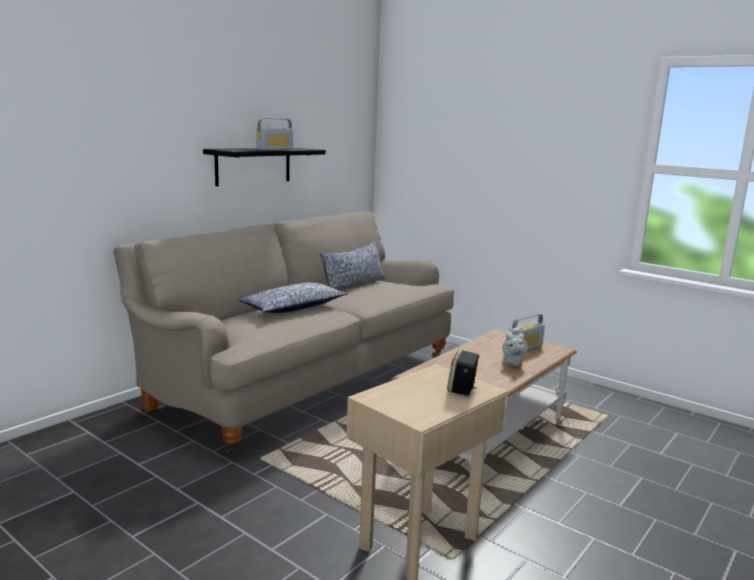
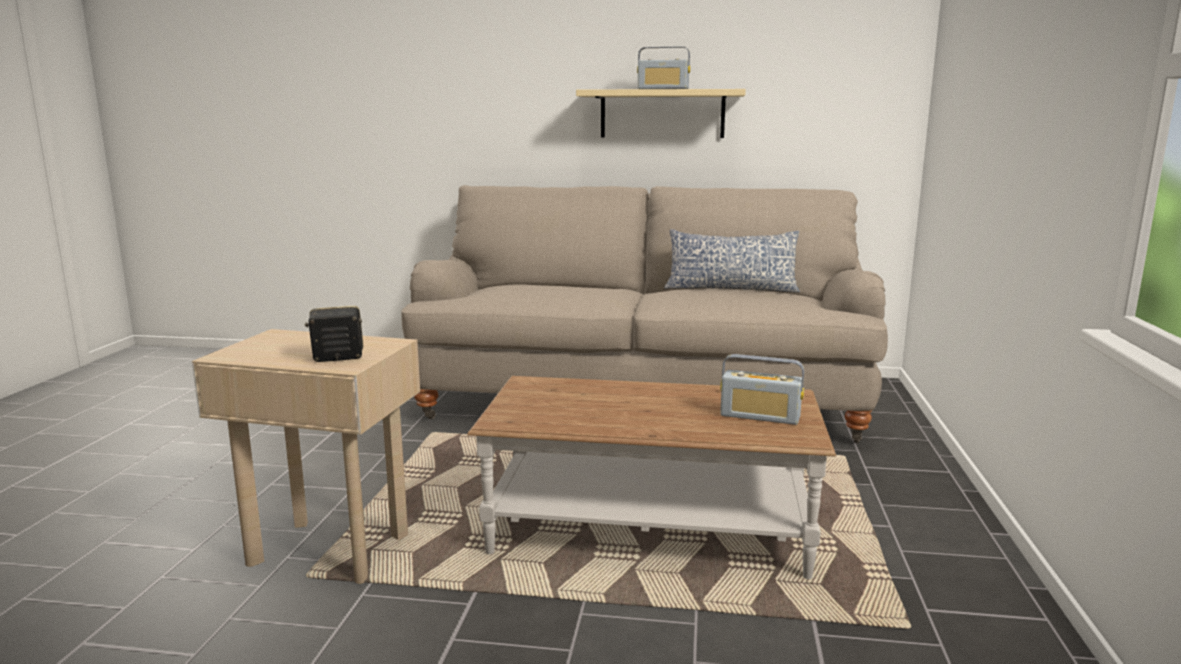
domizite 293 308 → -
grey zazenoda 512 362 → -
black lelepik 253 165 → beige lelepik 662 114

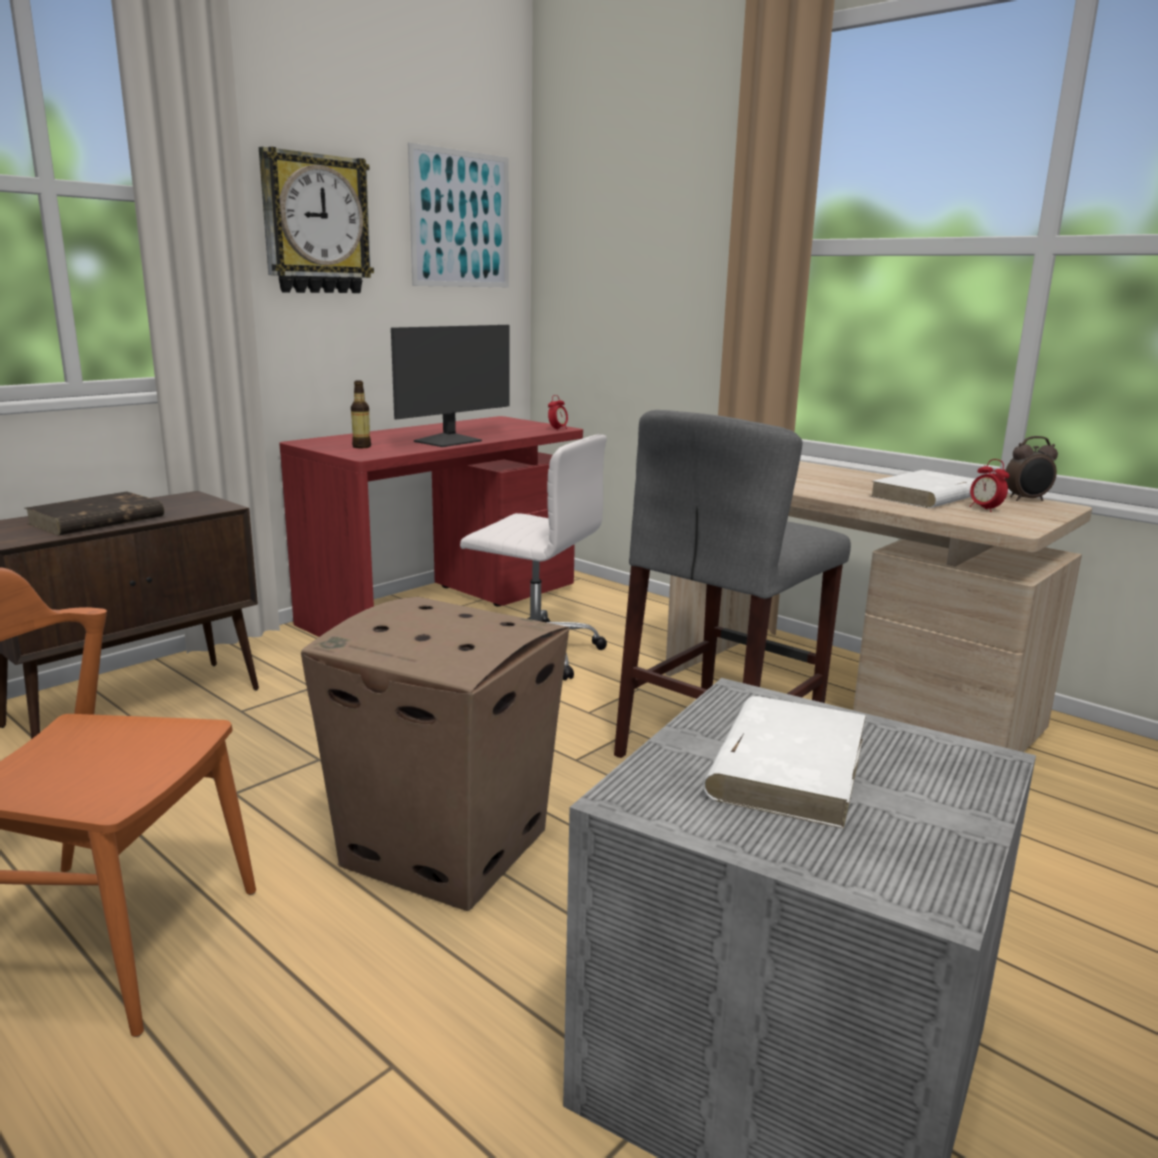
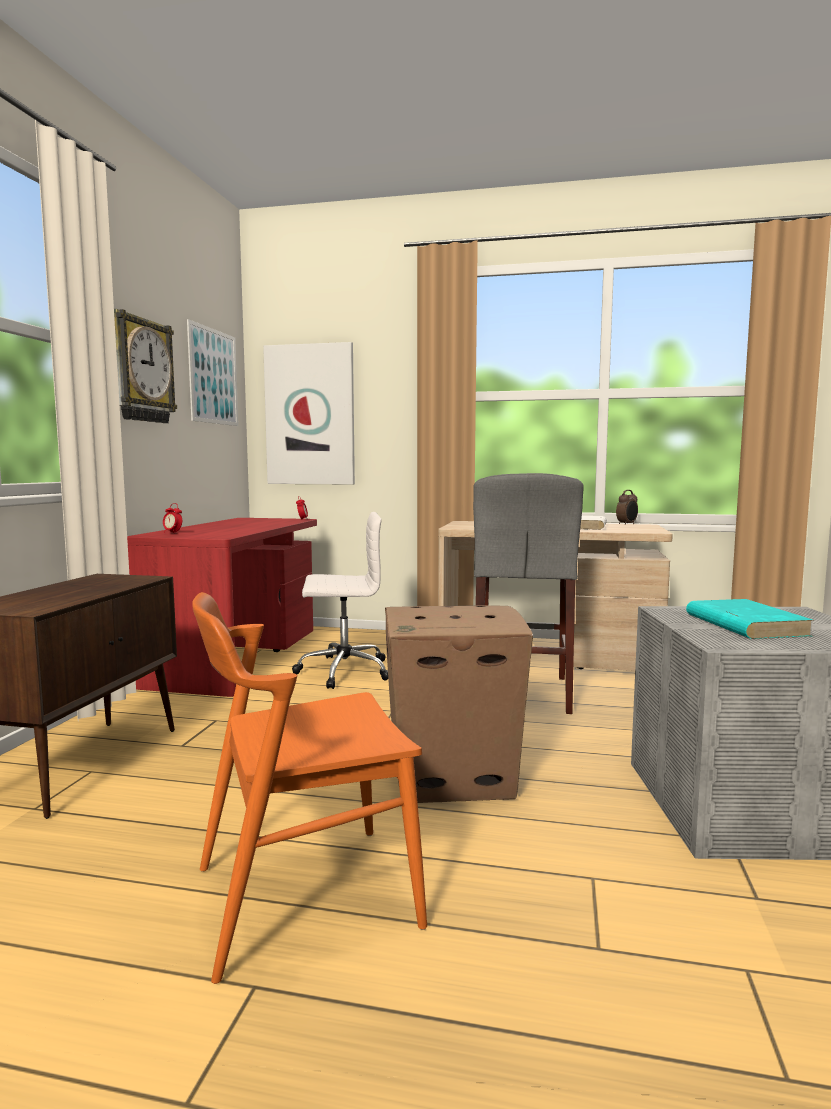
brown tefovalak 96 520 → -
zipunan 361 447 → -
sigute 449 441 → -
- → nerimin 310 415
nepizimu 985 509 → nepizimu 173 533, shifted
white tefovalak 788 766 → turquoise tefovalak 744 625

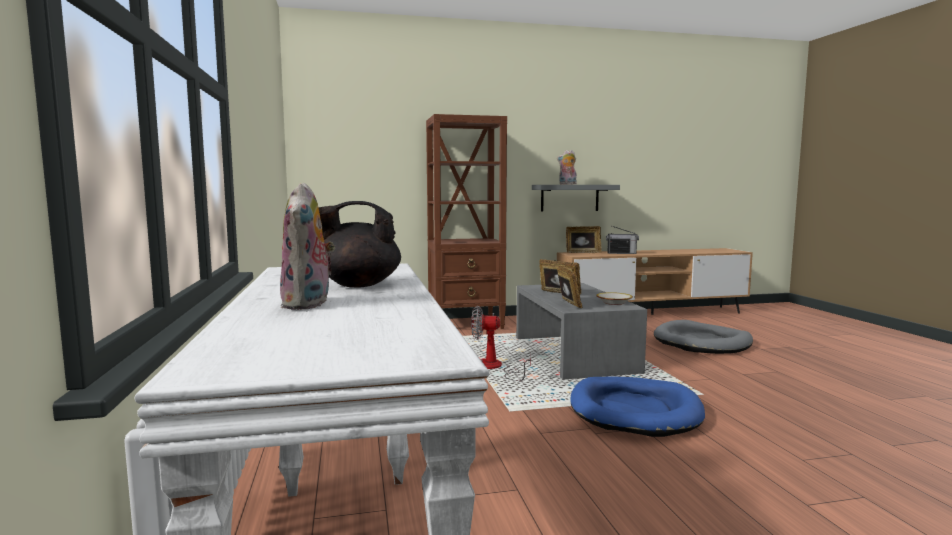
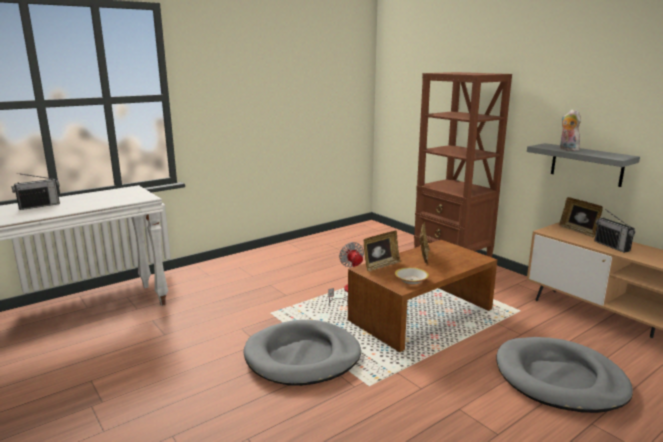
black zazenoda 356 284 → -
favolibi 309 304 → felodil 39 206
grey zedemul 572 354 → brown zedemul 420 314
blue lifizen 634 411 → grey lifizen 303 356

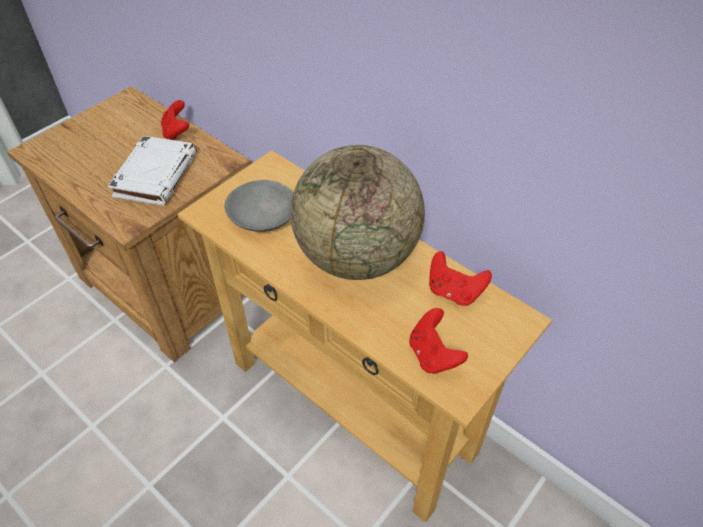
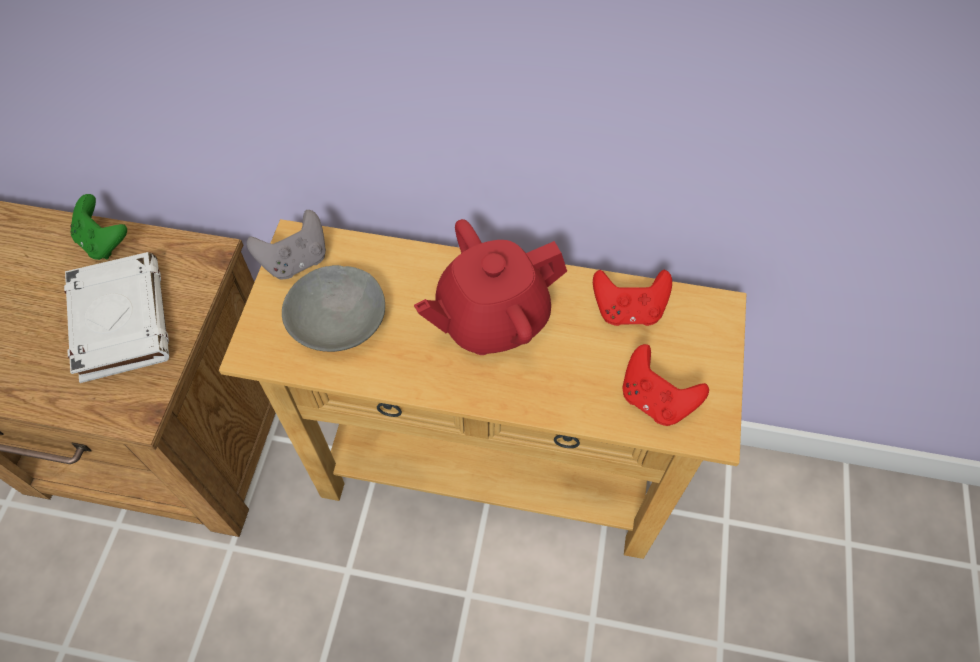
- → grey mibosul 296 261
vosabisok 357 256 → red zazenoda 491 318
red mibosul 177 132 → green mibosul 104 242

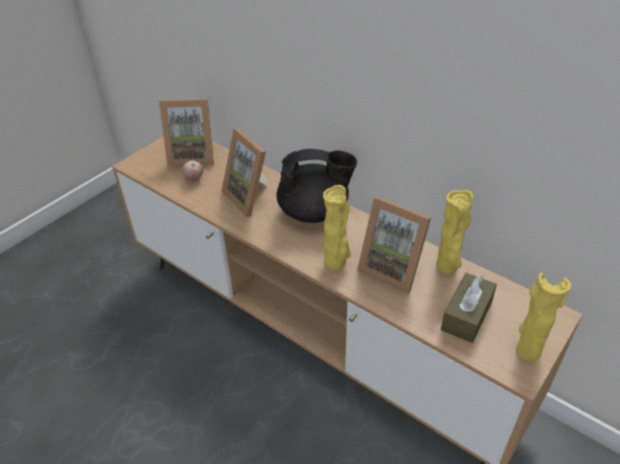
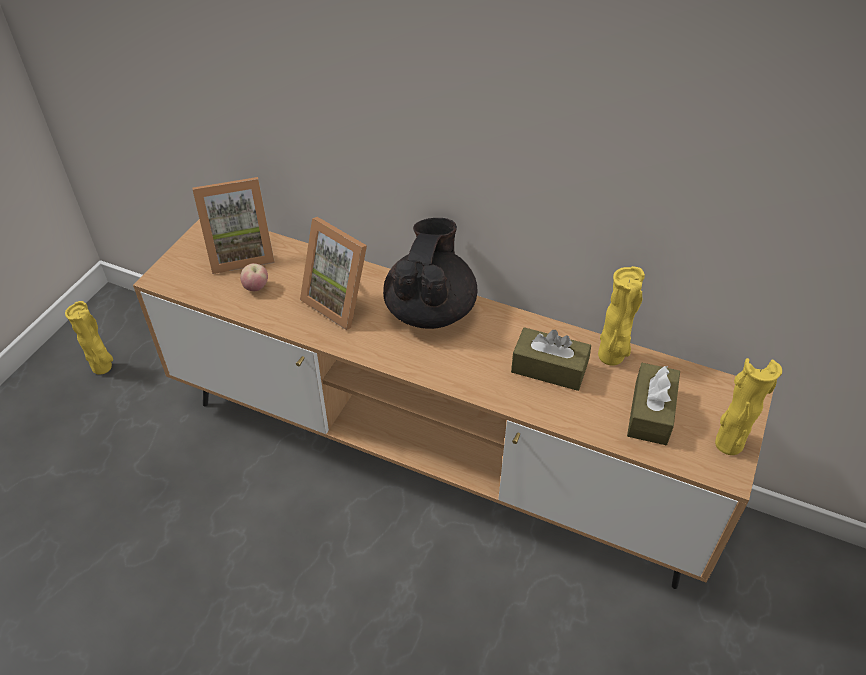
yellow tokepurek 336 263 → yellow tokepurek 103 368, shifted
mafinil 393 268 → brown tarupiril 549 368
black zazenoda 314 212 → black zazenoda 430 310, 60 degrees counterclockwise

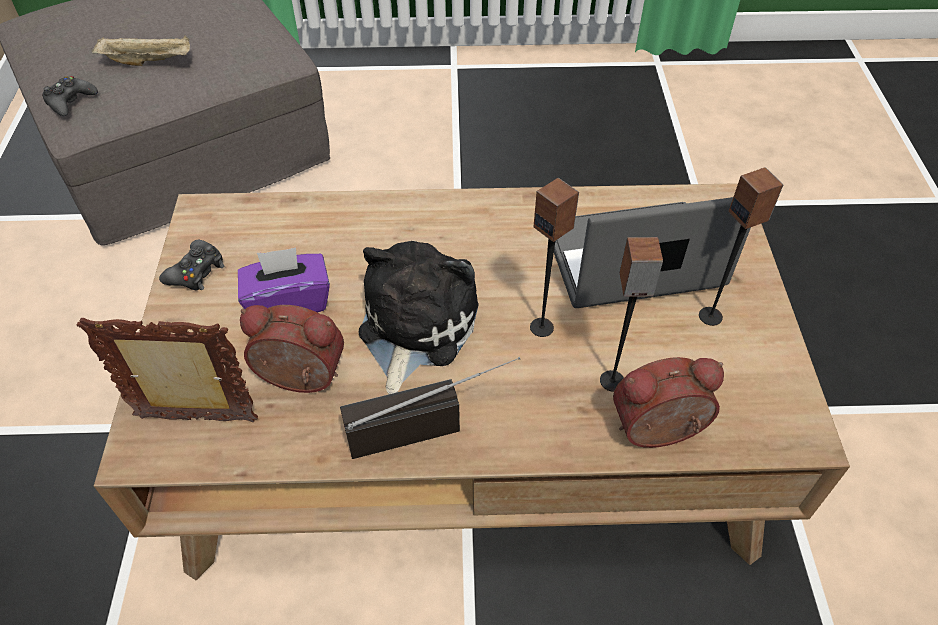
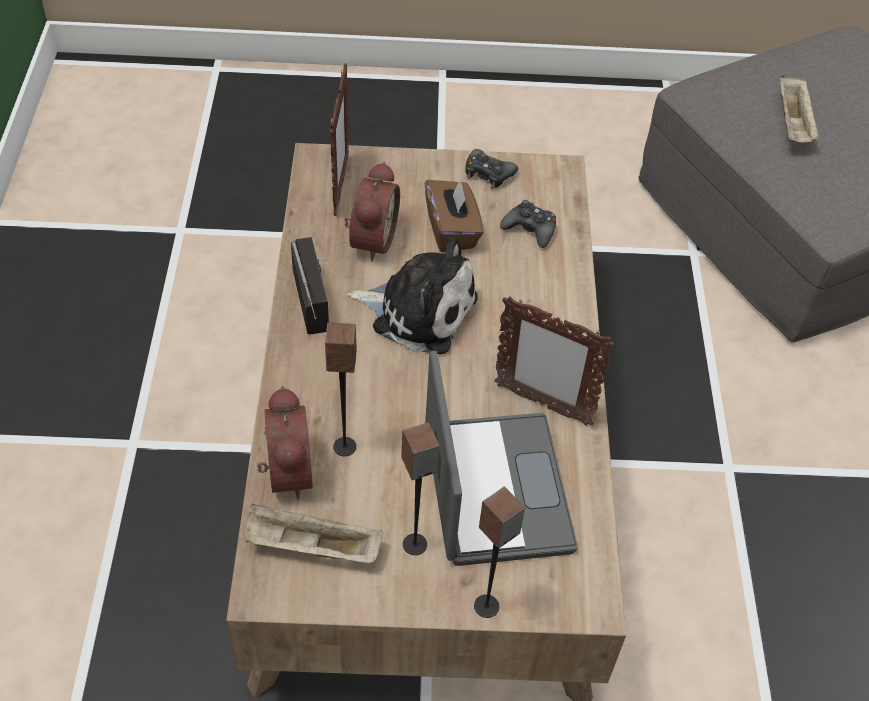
- → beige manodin 311 547
- → mafinil 541 404
black mibosul 70 101 → black mibosul 530 229, shifted
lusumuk 542 327 → lusumuk 487 606, shifted
purple tarupiril 289 302 → brown tarupiril 452 230

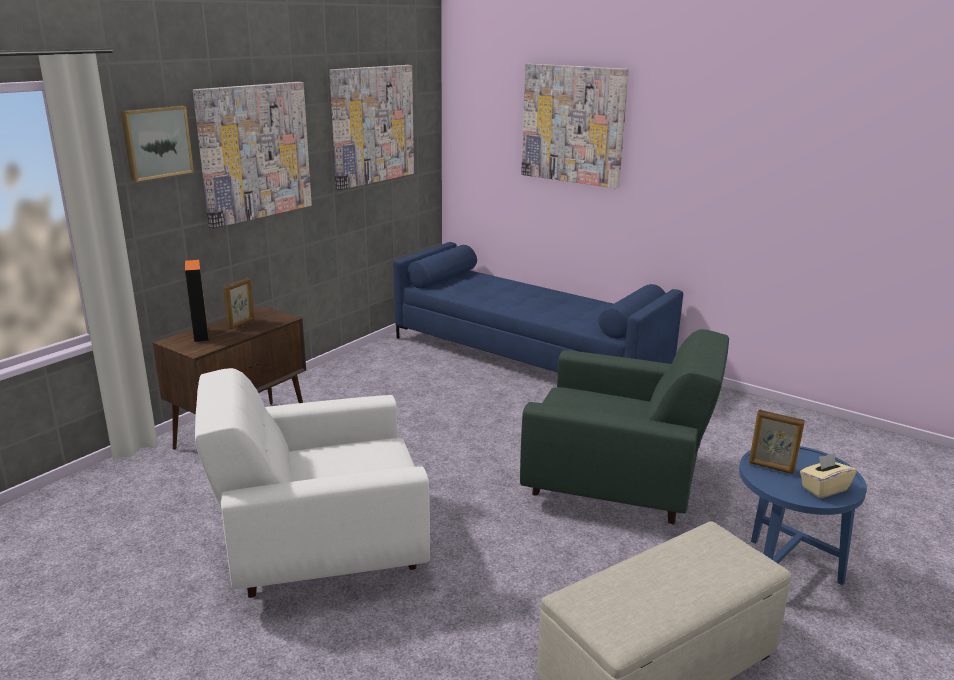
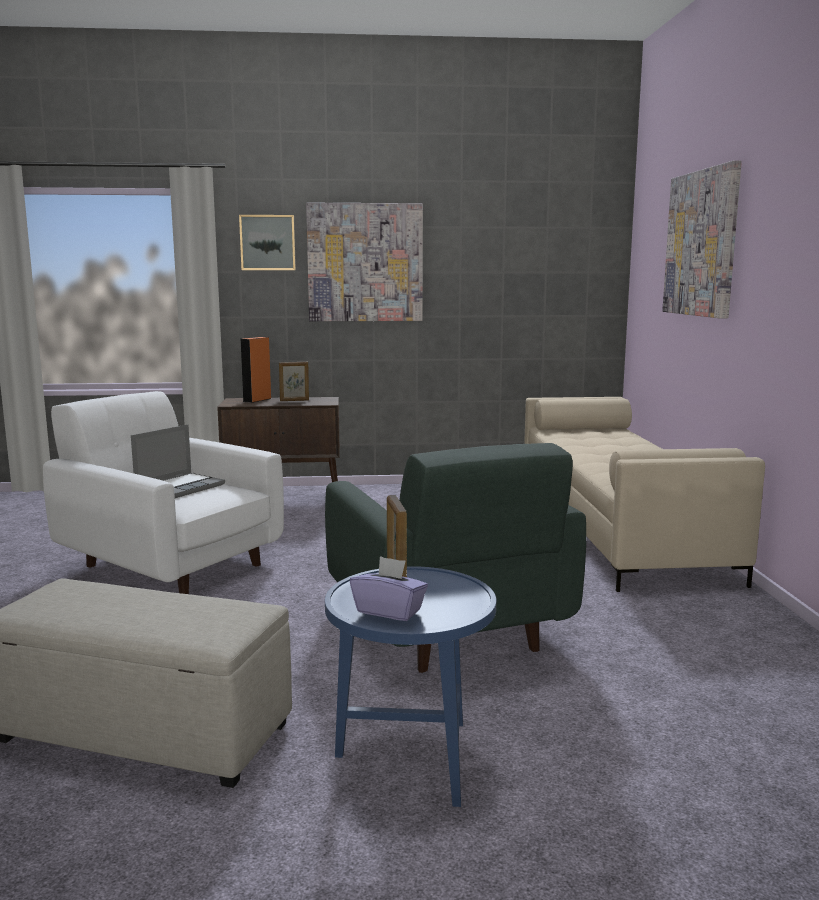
nerimin 372 125 → -
- → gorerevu 180 487
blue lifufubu 529 356 → beige lifufubu 617 526
beige tarupiril 824 488 → purple tarupiril 389 611

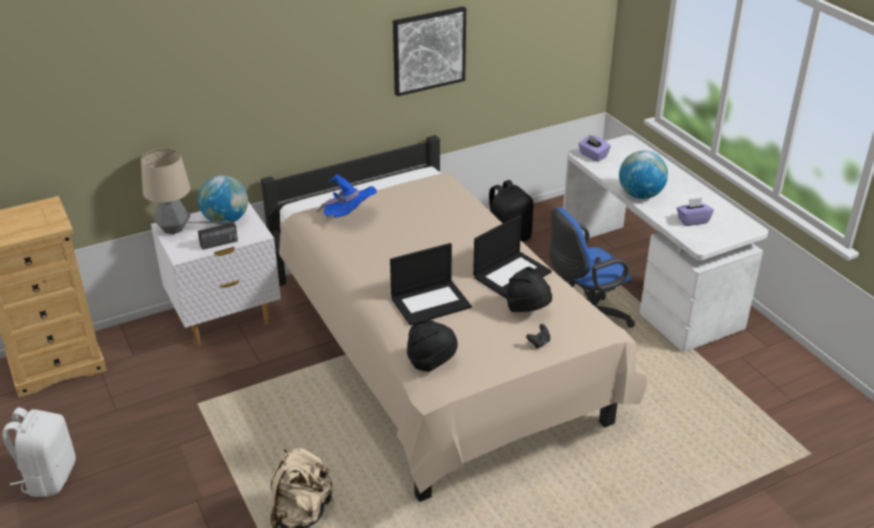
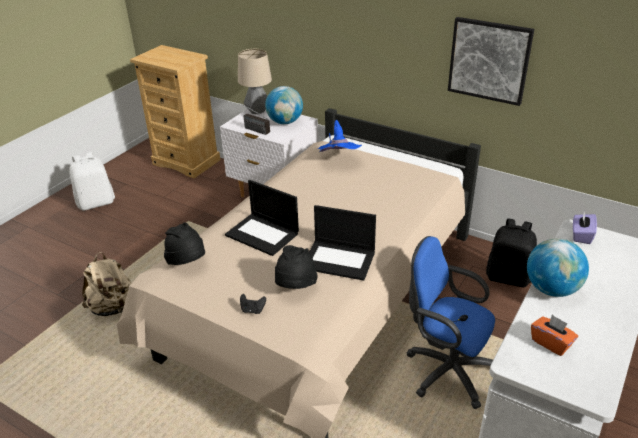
purple tarupiril 692 220 → orange tarupiril 551 343

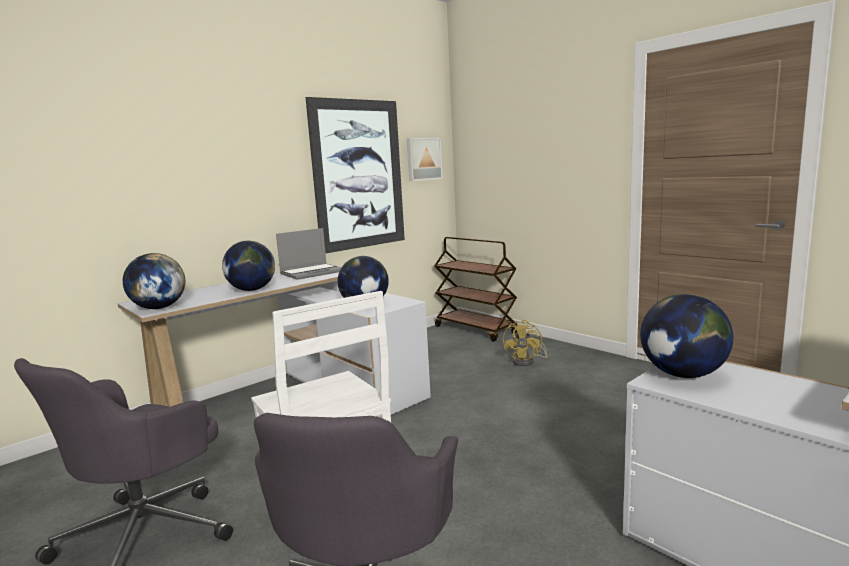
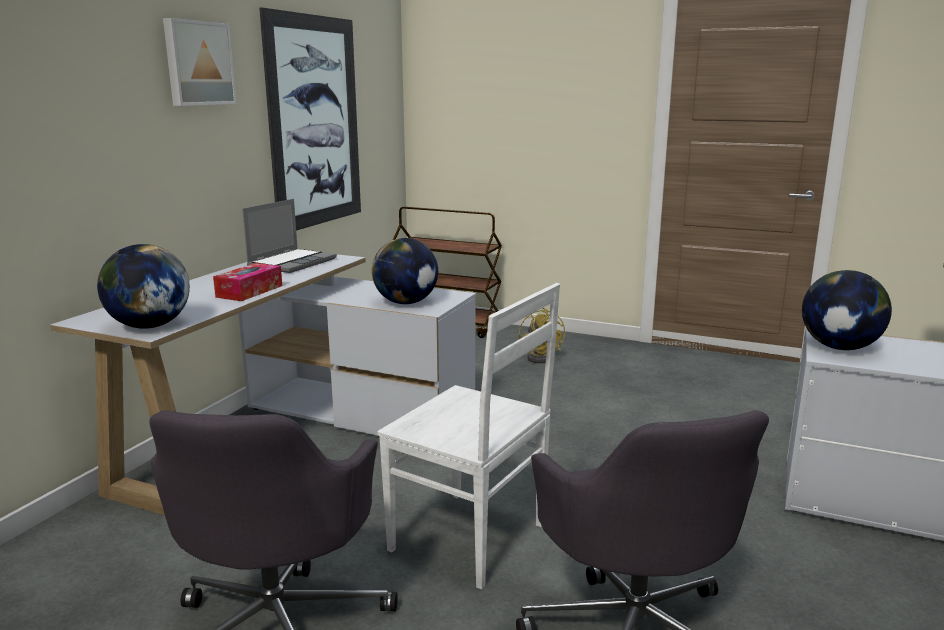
nerimin 423 159 → nerimin 198 63, shifted
vosabisok 252 290 → tarupiril 249 291

